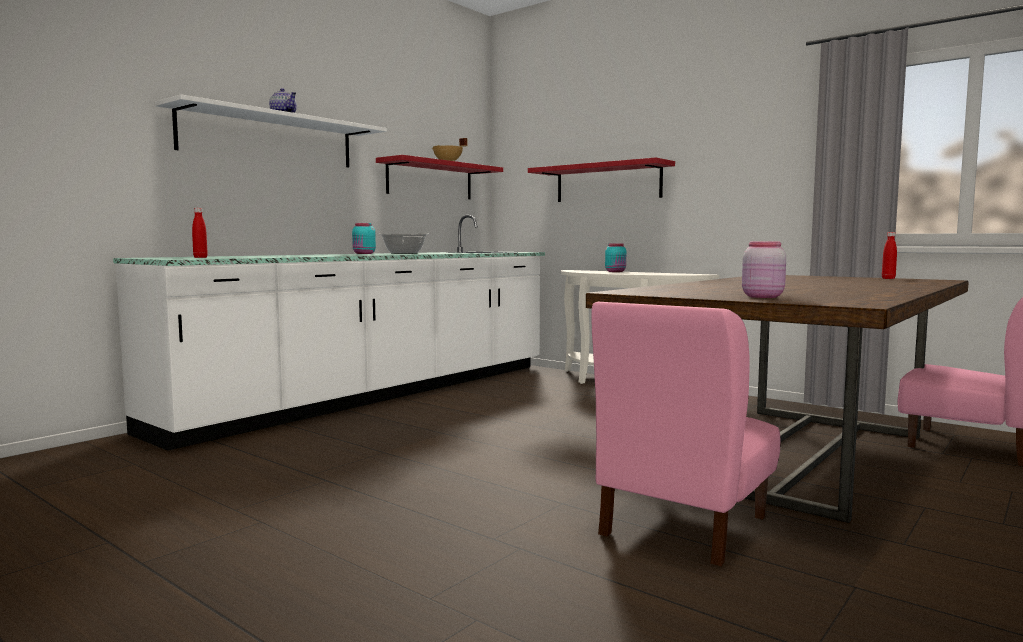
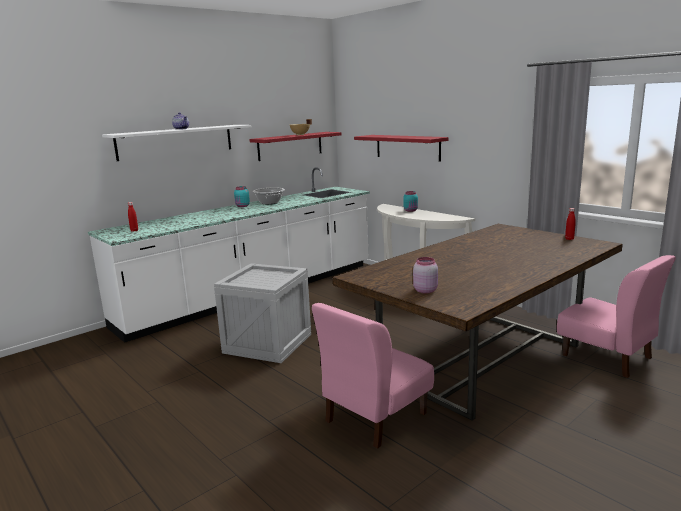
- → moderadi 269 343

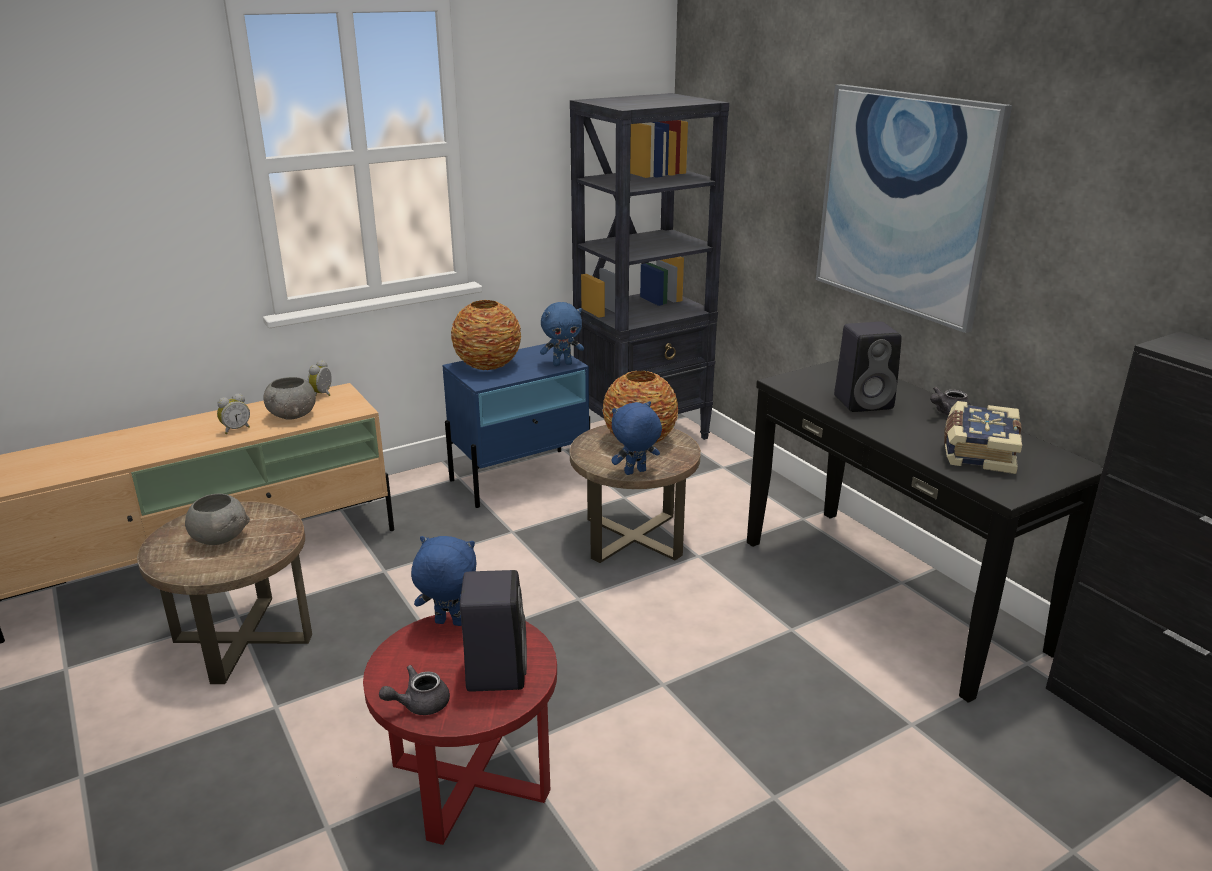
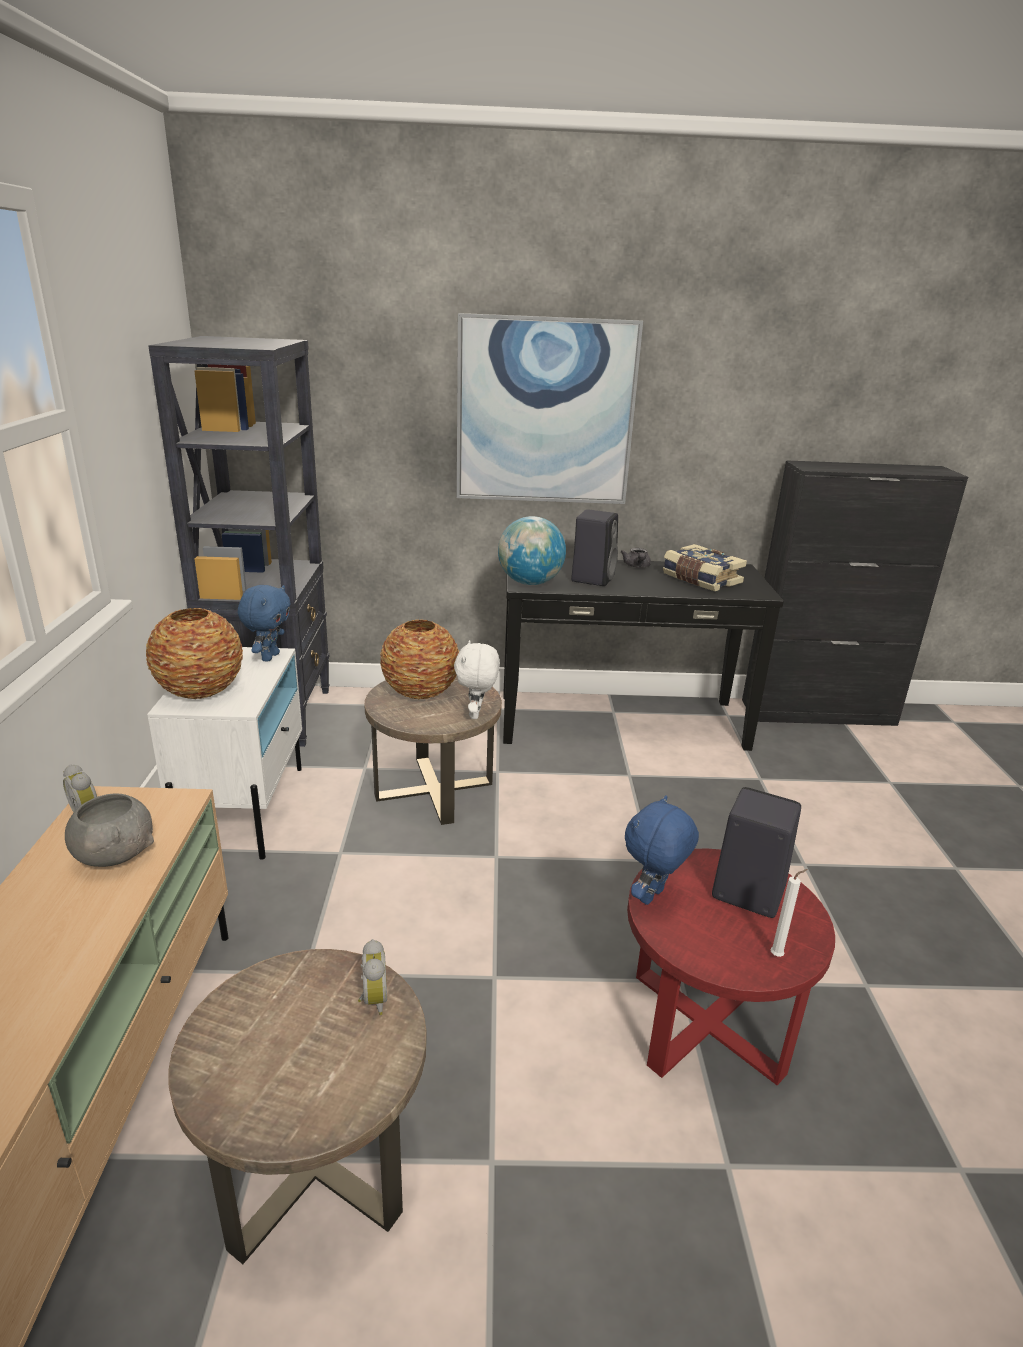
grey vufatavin 219 538 → -
- → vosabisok 530 583
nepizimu 236 429 → nepizimu 372 999, shifted
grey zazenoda 419 704 → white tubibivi 778 955
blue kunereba 521 477 → white kunereba 245 808
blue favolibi 635 472 → white favolibi 477 714

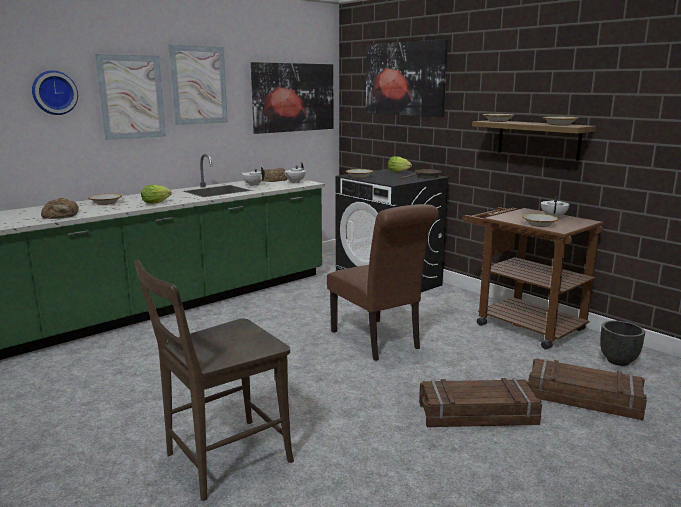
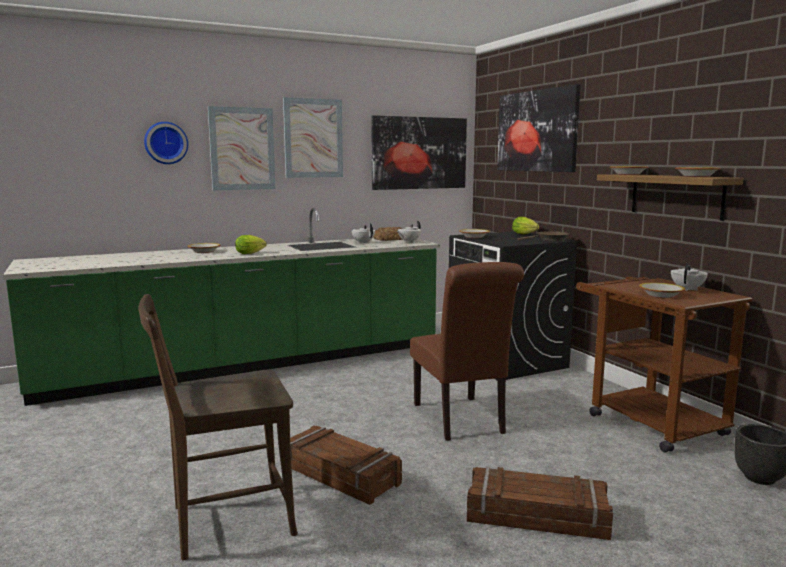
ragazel 61 214 → -
moderadi 583 398 → moderadi 340 474, shifted

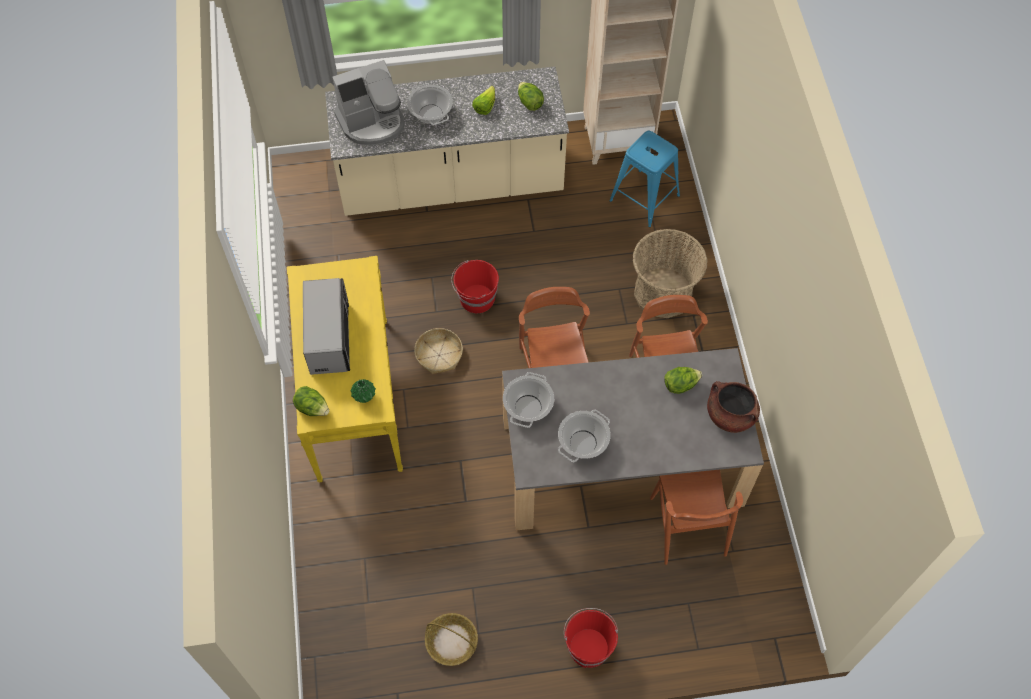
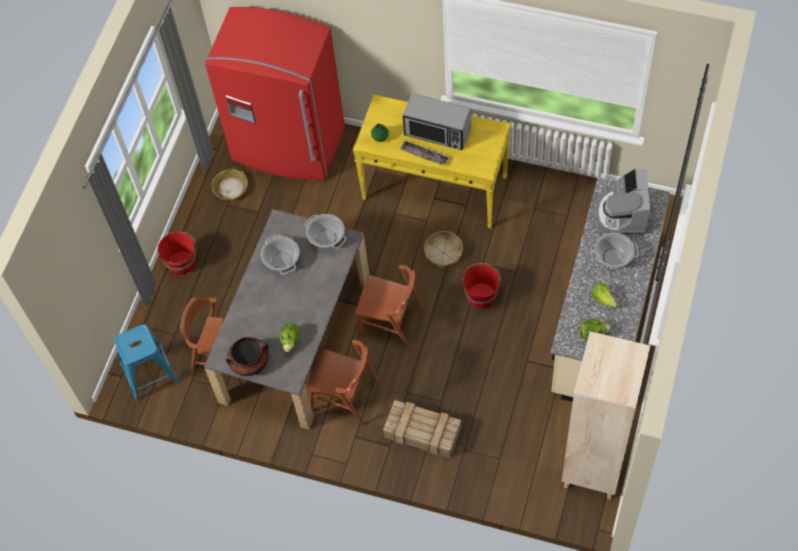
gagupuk 312 408 → -
- → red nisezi 288 146
- → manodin 424 154
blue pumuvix 645 198 → blue pumuvix 149 374, shifted
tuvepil 663 293 → moderadi 421 432

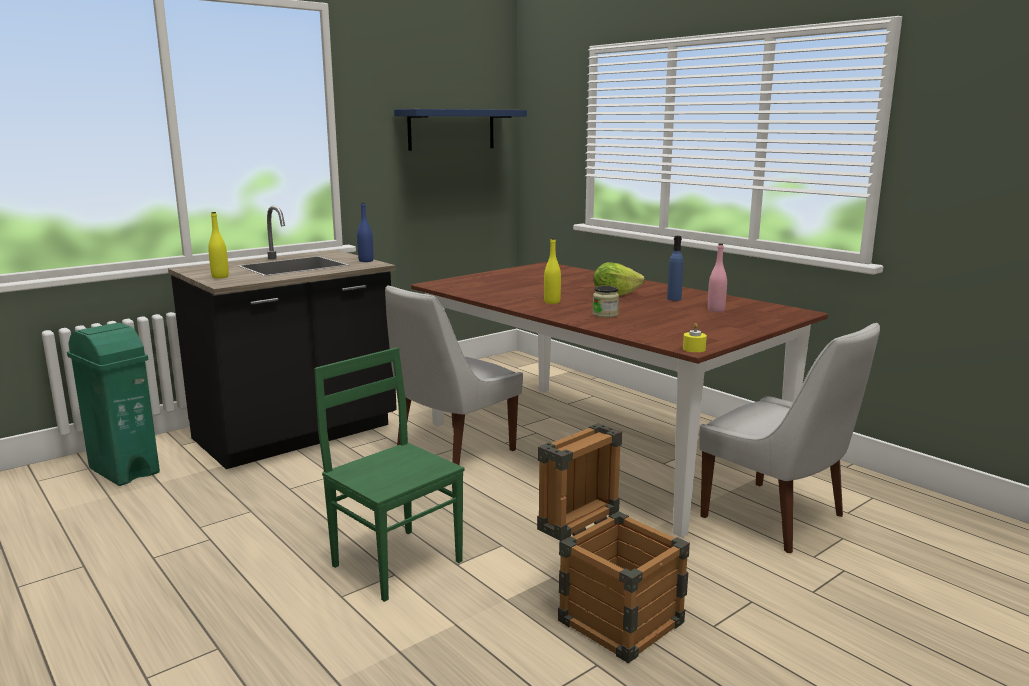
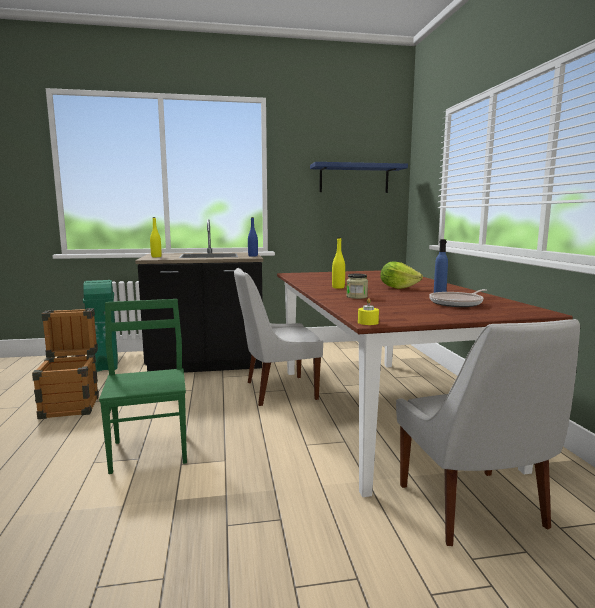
moderadi 609 614 → moderadi 72 404, shifted
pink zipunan 716 310 → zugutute 457 303

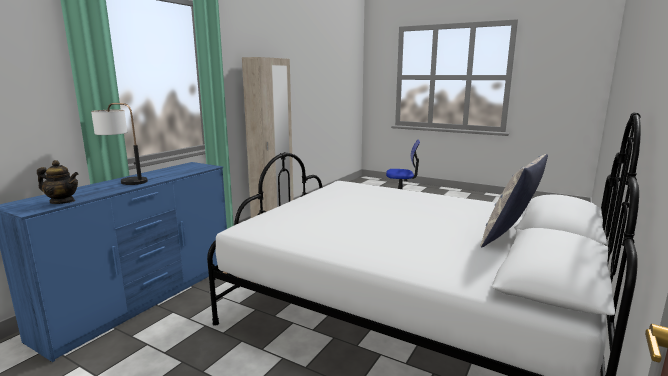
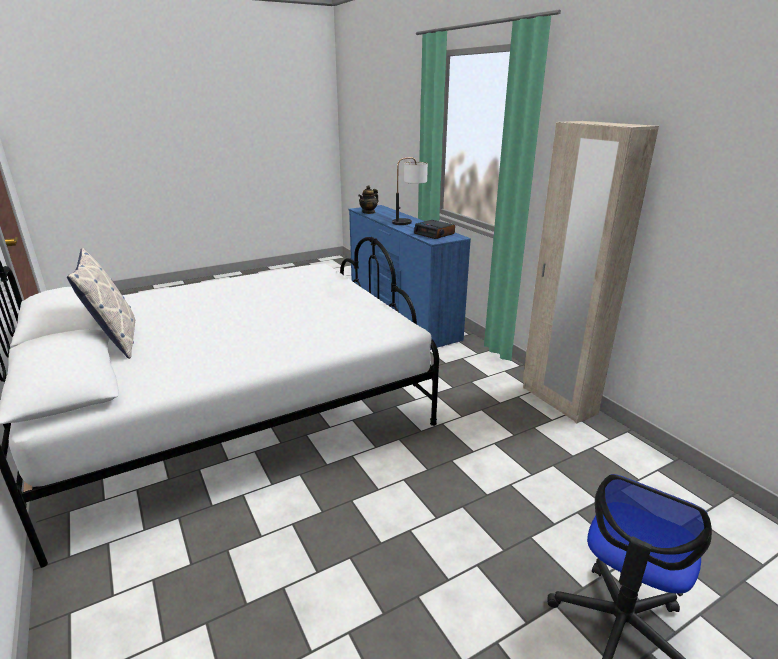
- → nepizimu 435 233

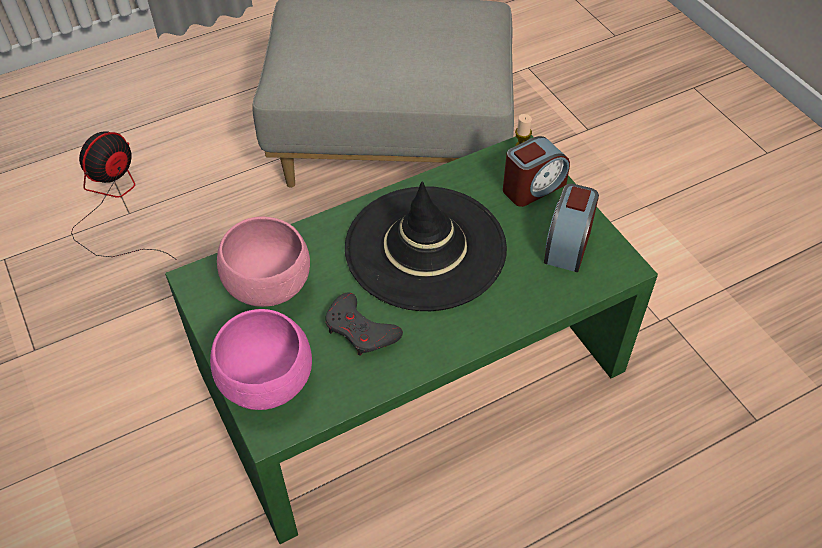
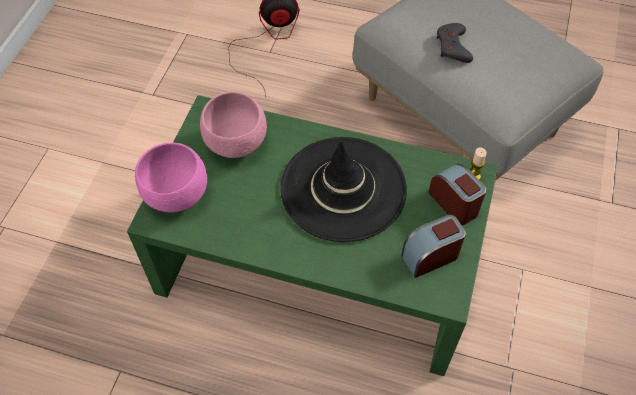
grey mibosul 360 330 → grey mibosul 453 47, shifted
nepizimu 533 187 → nepizimu 454 203, 135 degrees counterclockwise

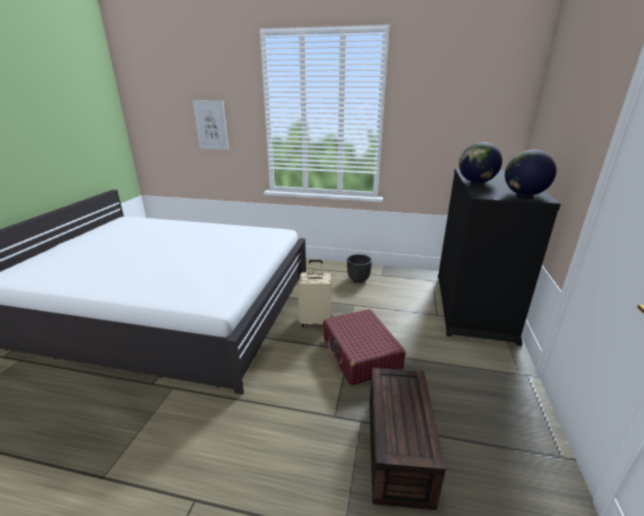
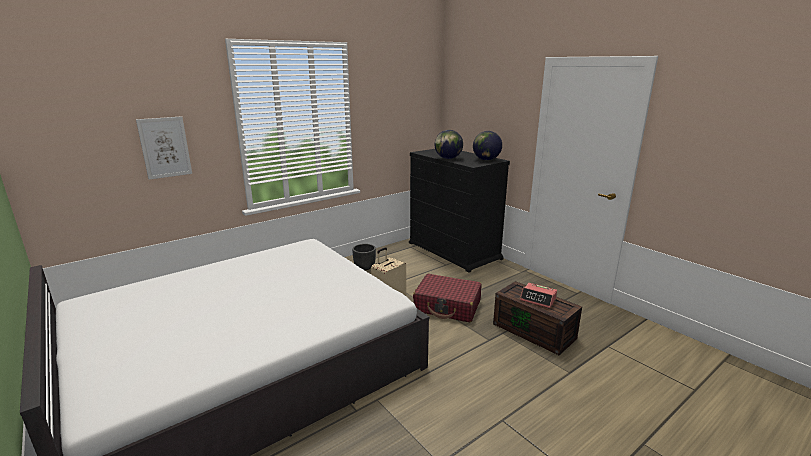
- → nepizimu 538 299

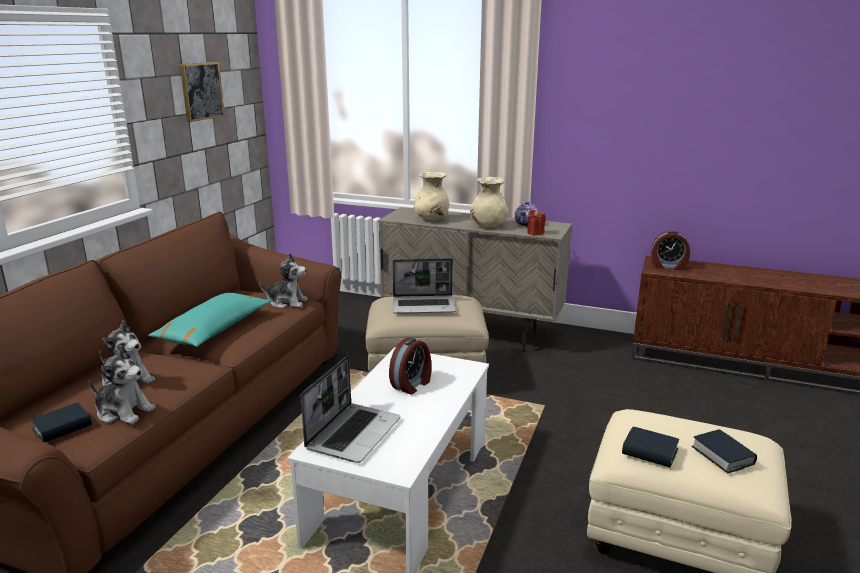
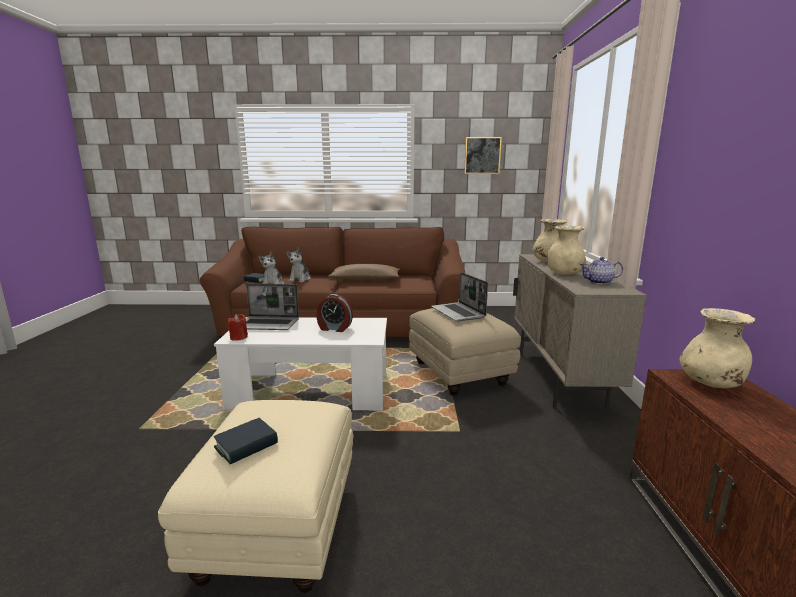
favolibi 287 302 → -
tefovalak 649 452 → -
red tubibivi 535 233 → red tubibivi 238 337, shifted
nepizimu 668 266 → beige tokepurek 710 384
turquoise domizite 214 330 → brown domizite 365 280

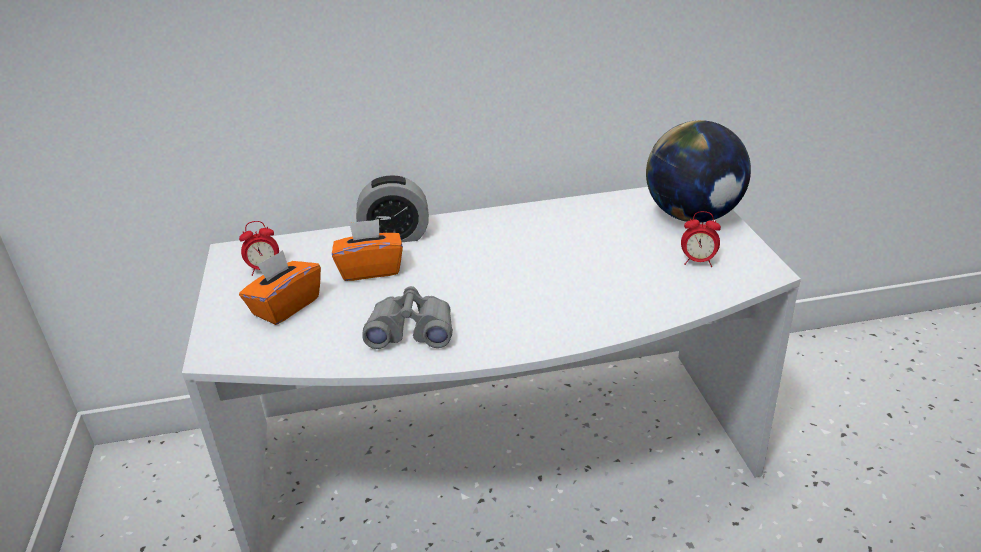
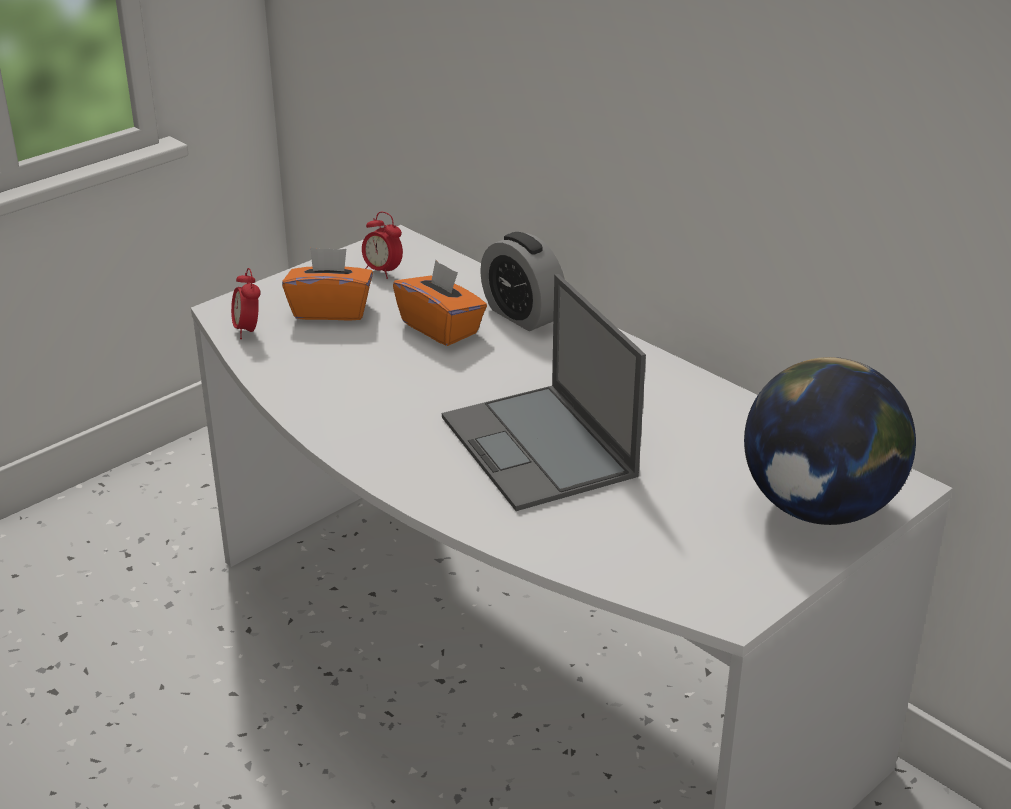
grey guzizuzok 411 330 → -
- → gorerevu 539 448
nepizimu 698 262 → nepizimu 248 331, shifted

